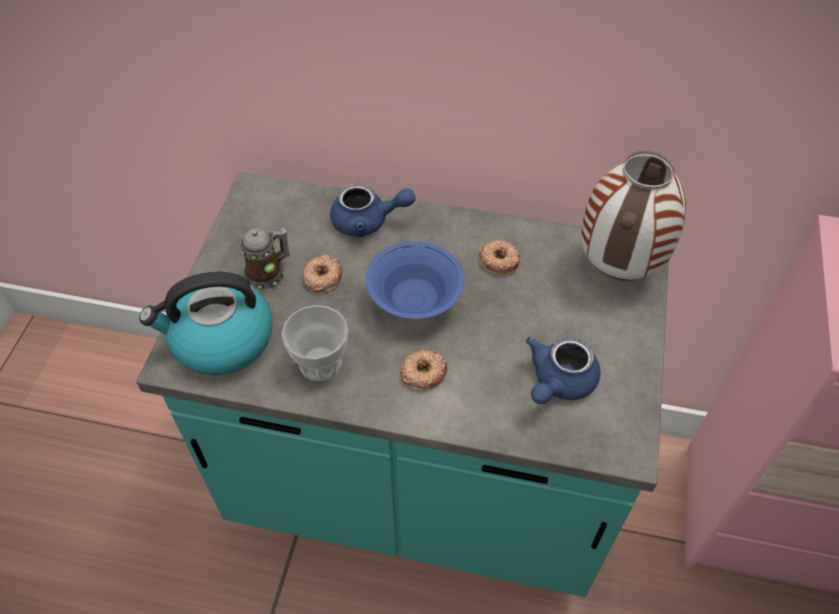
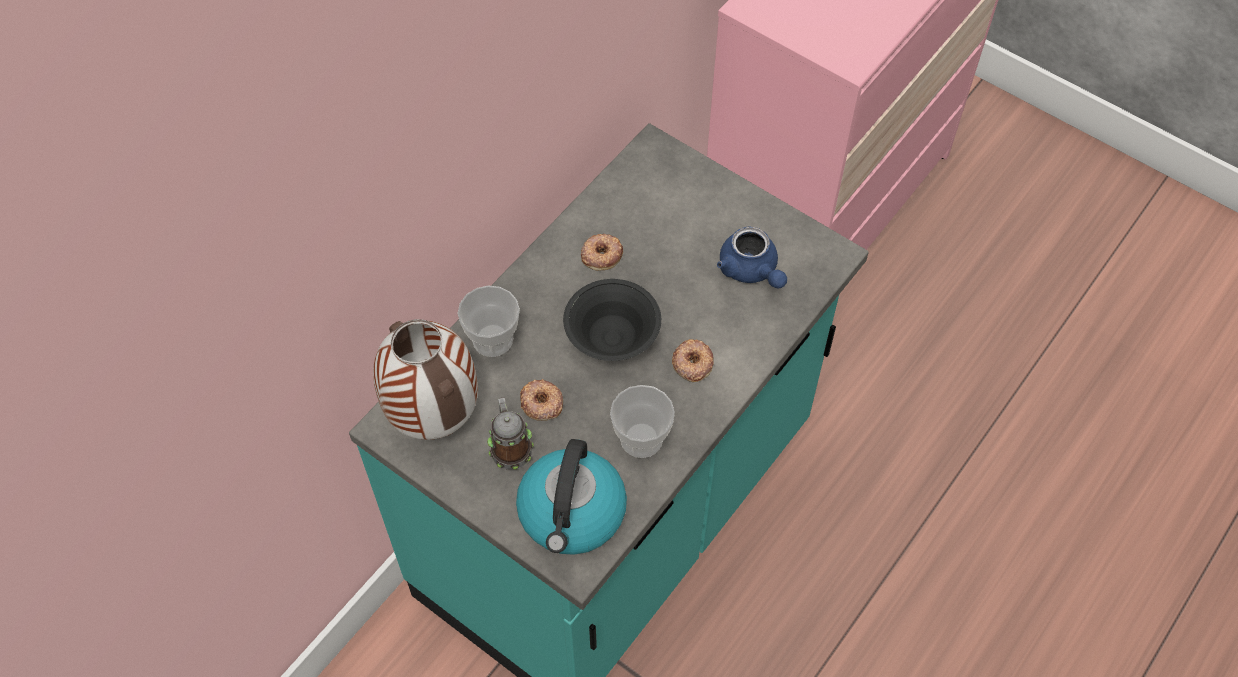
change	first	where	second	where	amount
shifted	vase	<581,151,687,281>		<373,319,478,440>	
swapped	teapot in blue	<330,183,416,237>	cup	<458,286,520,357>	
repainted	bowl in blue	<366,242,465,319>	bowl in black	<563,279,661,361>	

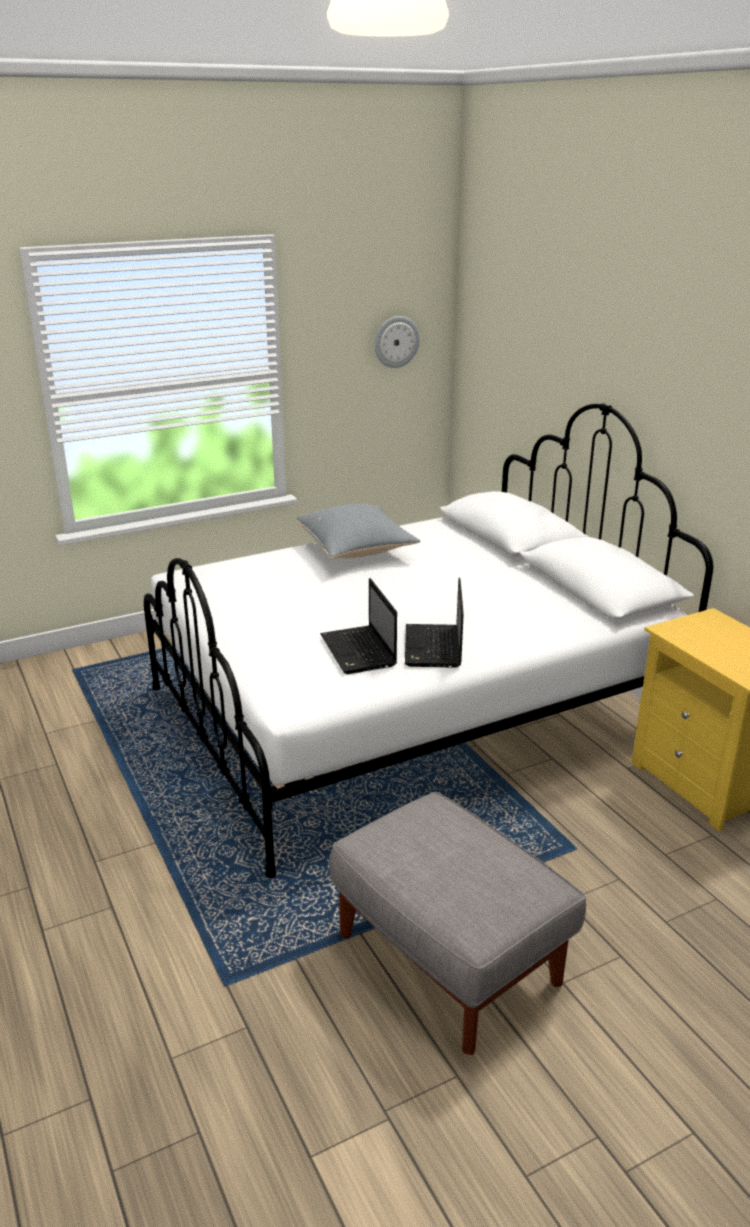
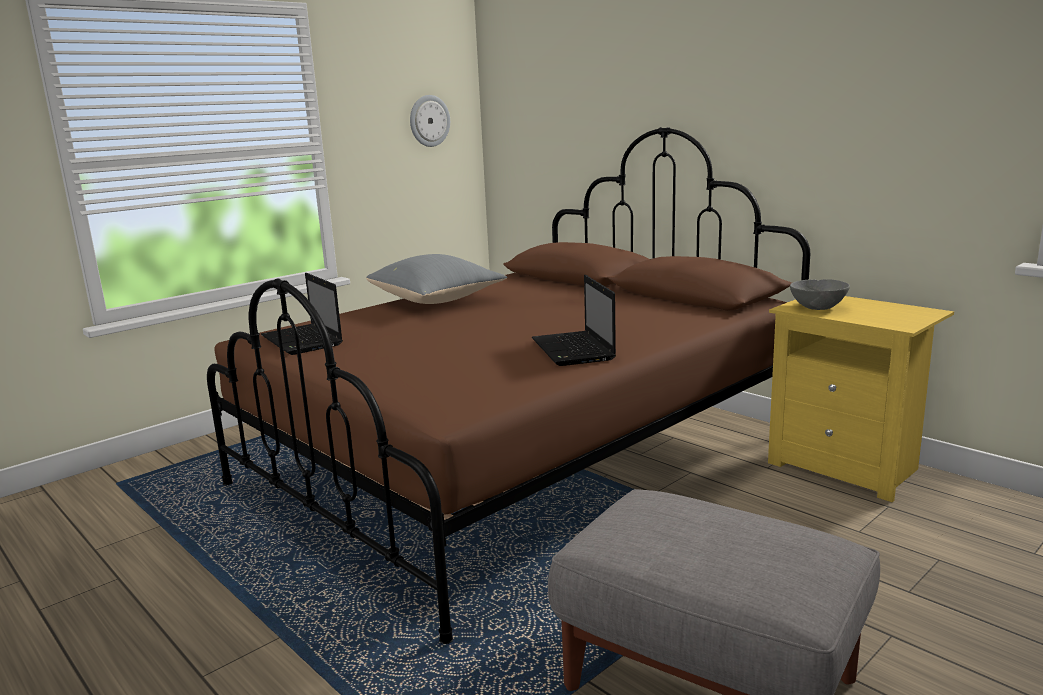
change	first	where	second	where	amount
new			bowl in grey	<790,279,850,310>	
shifted	laptop	<320,578,397,674>		<261,273,343,355>	
repainted	bed in white	<144,403,713,878>	bed in brown	<207,127,810,644>	

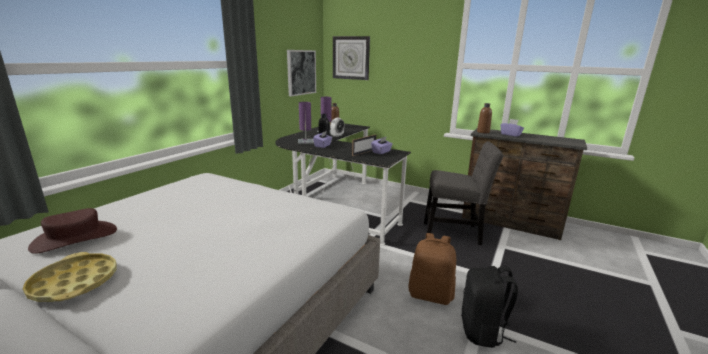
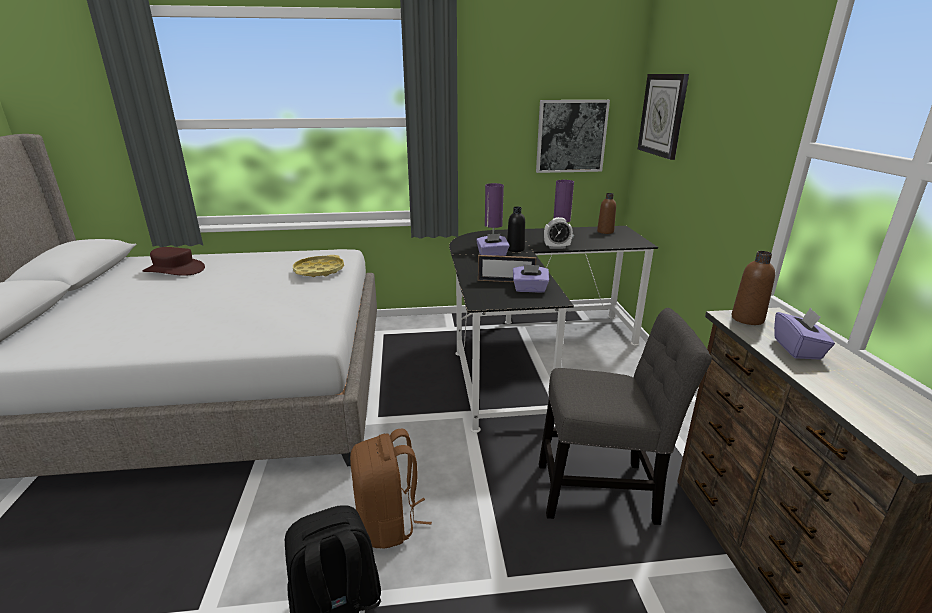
change	first	where	second	where	amount
shifted	tray in yellow	<23,252,117,302>		<293,255,344,277>	
rotated	chair in grey	<424,141,503,245>		<539,308,712,525>	60 degrees counterclockwise

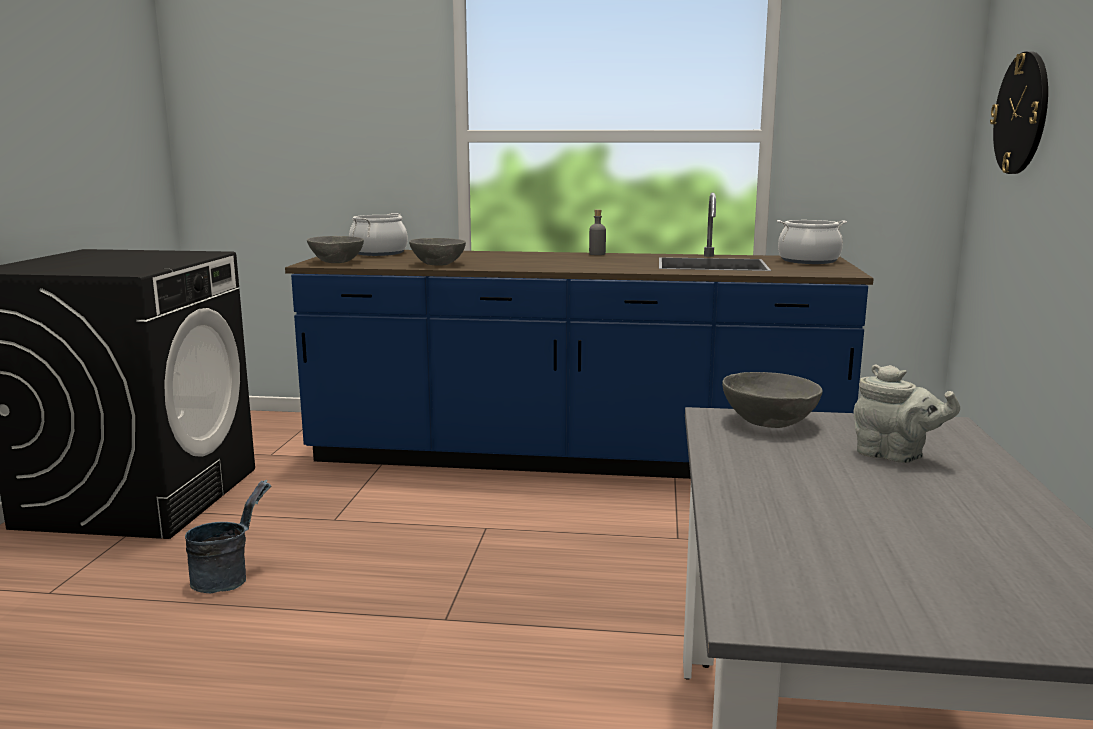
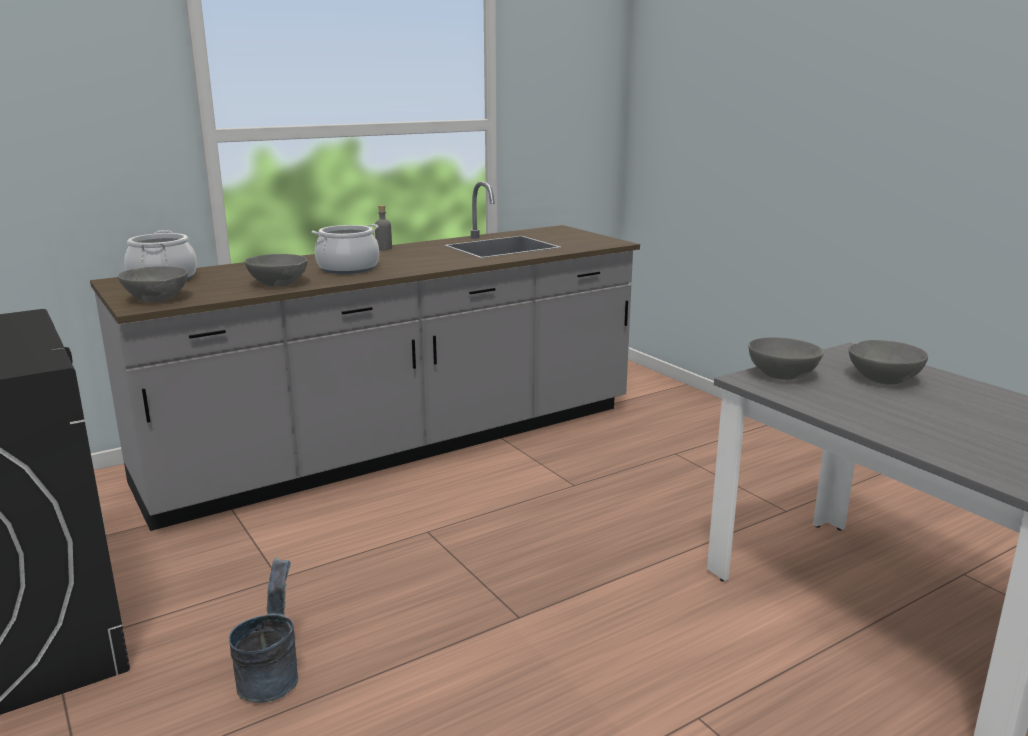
change	first	where	second	where	amount
gone	wall clock	<990,51,1048,174>			
shifted	cooking pot	<777,220,847,264>		<312,224,379,274>	
swapped	teapot in grey	<853,364,960,463>	bowl in grey	<848,340,928,385>	
repainted	counter in blue	<285,193,874,479>	counter in grey	<90,181,640,531>	

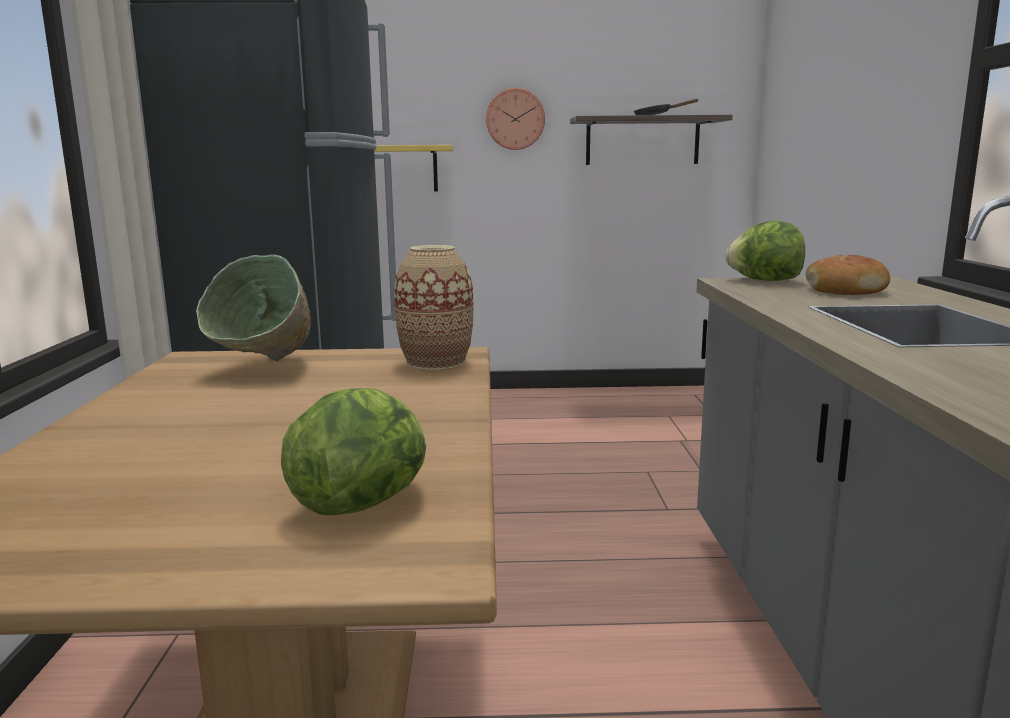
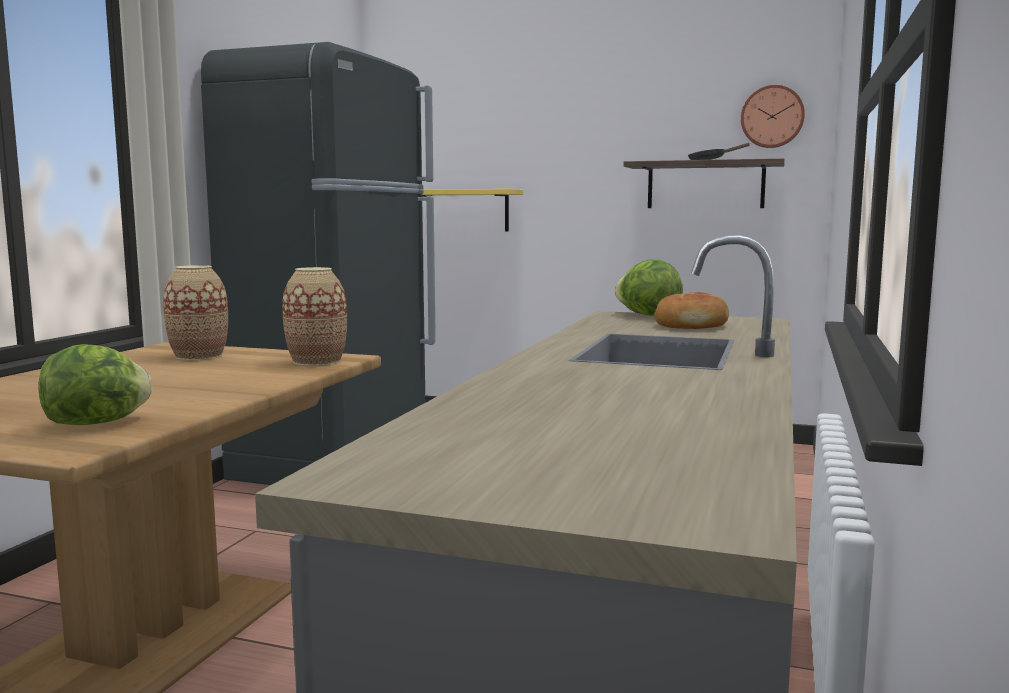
change	first	where	second	where	amount
shifted	wall clock	<486,88,545,150>		<741,85,805,148>	
swapped	bowl in green	<196,254,311,361>	vase	<163,265,228,360>	

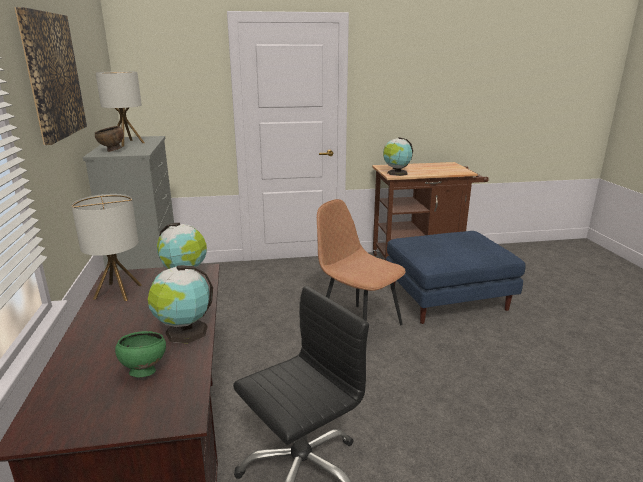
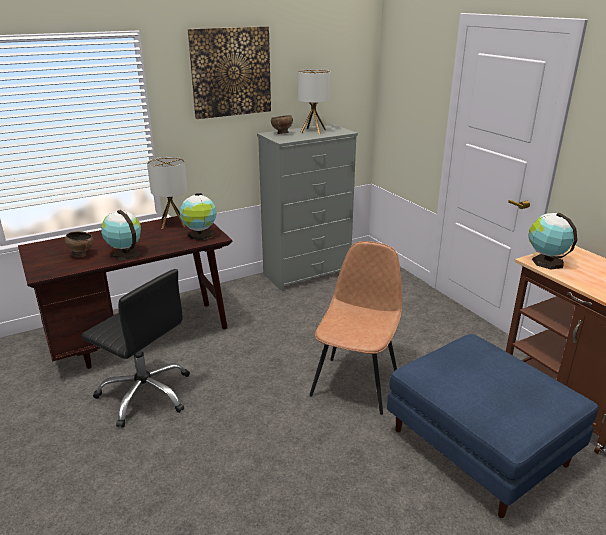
change	first	where	second	where	amount
repainted	bowl in green	<115,331,166,377>	bowl in brown	<65,231,94,257>	

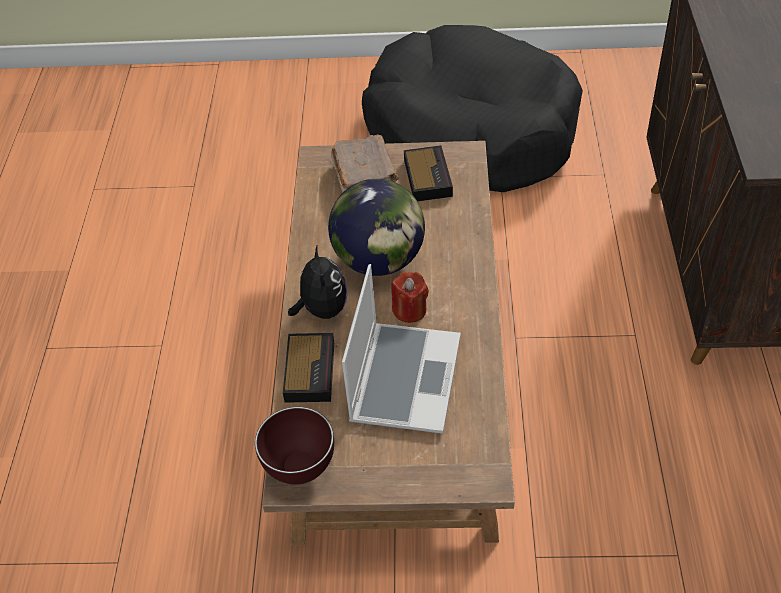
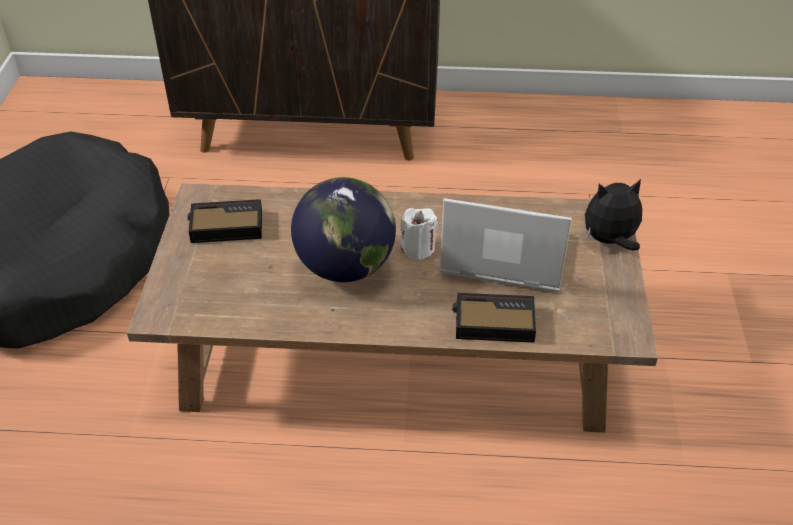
change	first	where	second	where	amount
gone	bowl in brown	<255,407,334,485>			
gone	book in brown	<331,134,399,193>			
shifted	plush toy	<288,246,347,319>		<585,179,642,251>	
repainted	candle in red	<391,272,429,323>	candle in white	<400,208,438,260>	

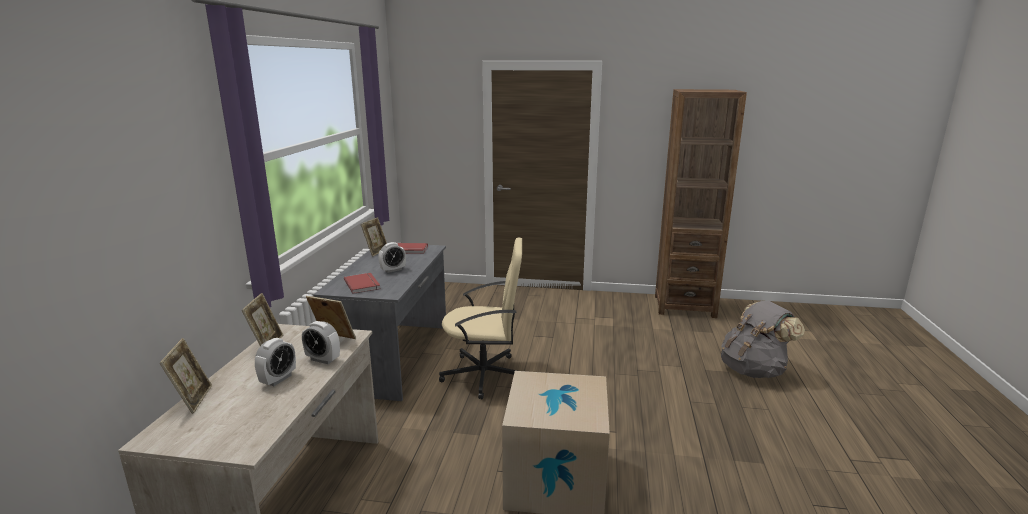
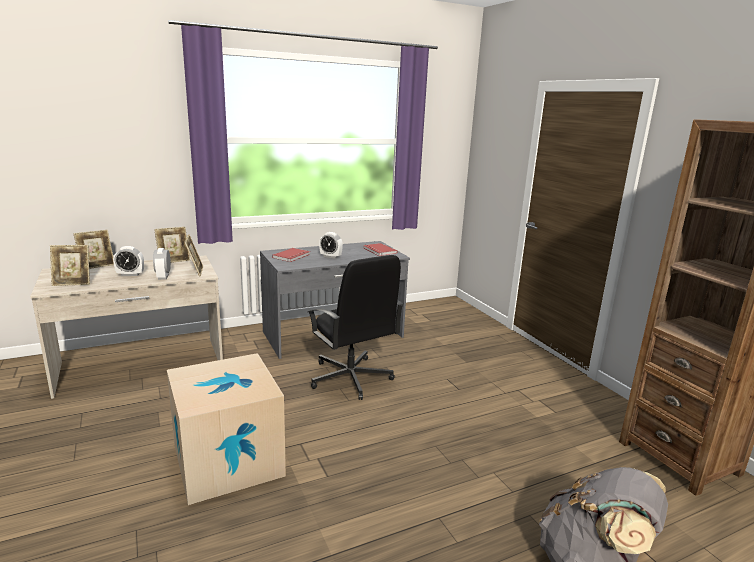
change	first	where	second	where	amount
shifted	picture frame	<361,217,387,257>		<50,245,90,286>	
repainted	office chair in beige	<439,238,522,399>	office chair in black	<308,255,404,400>	

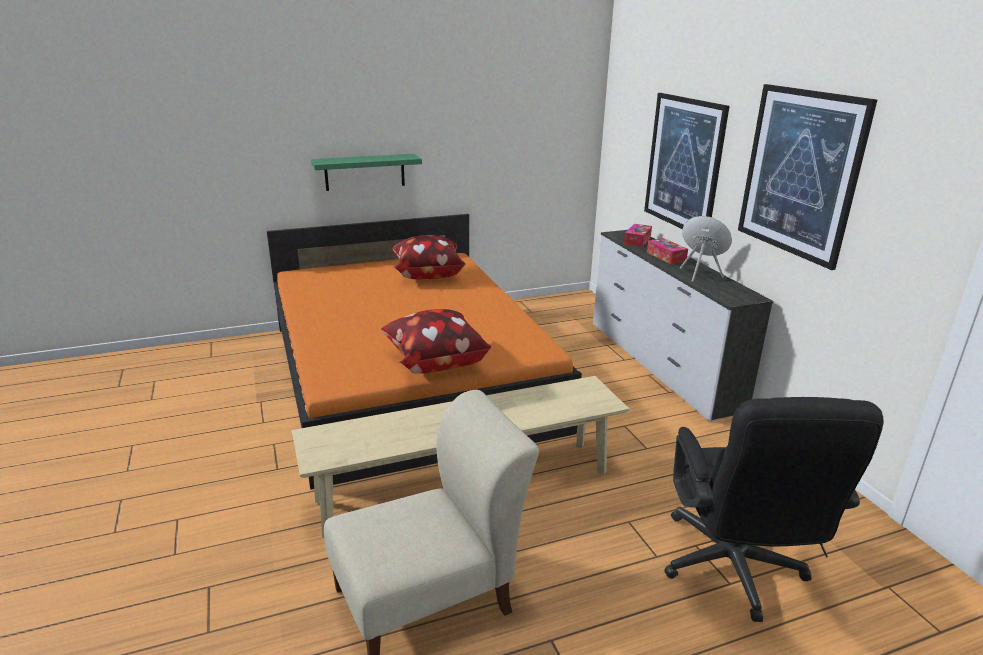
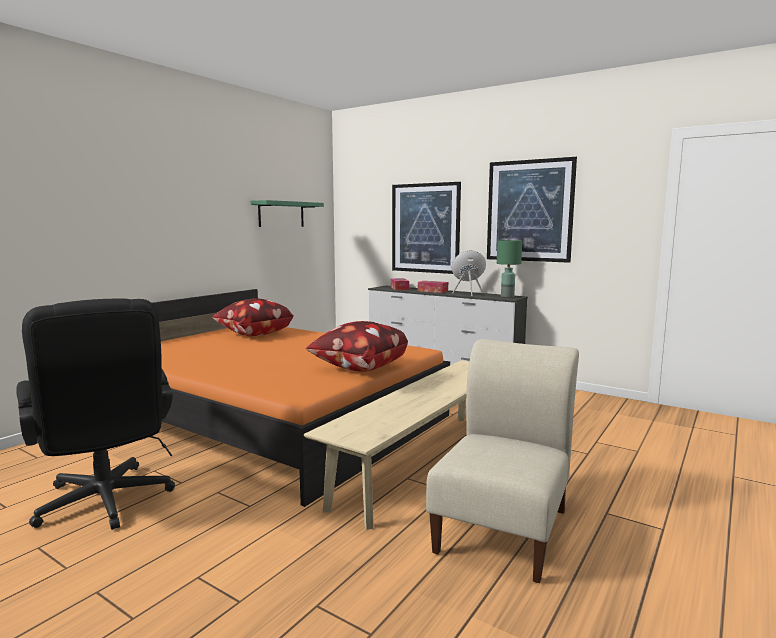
change	first	where	second	where	amount
new			table lamp in green	<497,240,522,298>	
shifted	shelf in green	<311,154,422,191>		<251,200,324,227>	
shifted	office chair in black	<664,397,884,622>		<16,298,175,530>	

